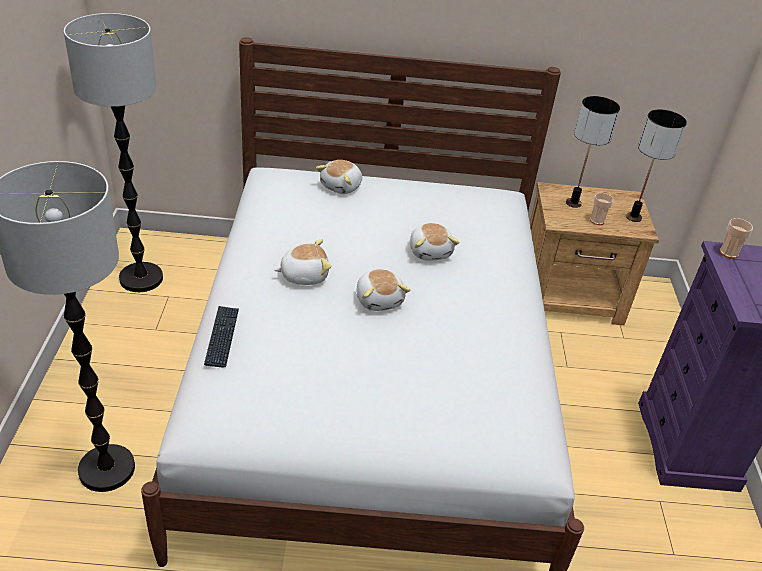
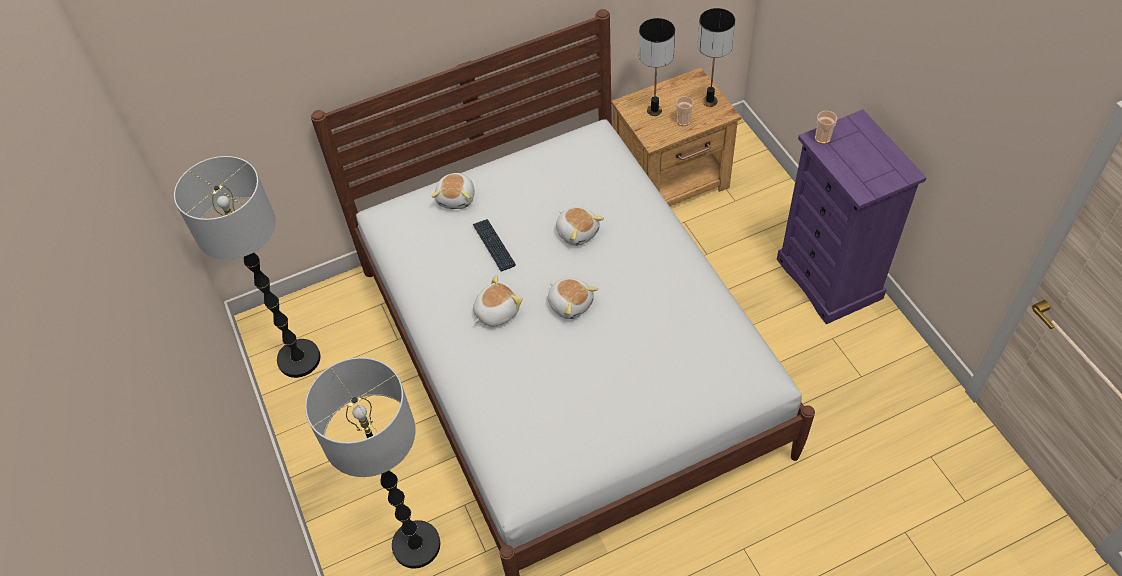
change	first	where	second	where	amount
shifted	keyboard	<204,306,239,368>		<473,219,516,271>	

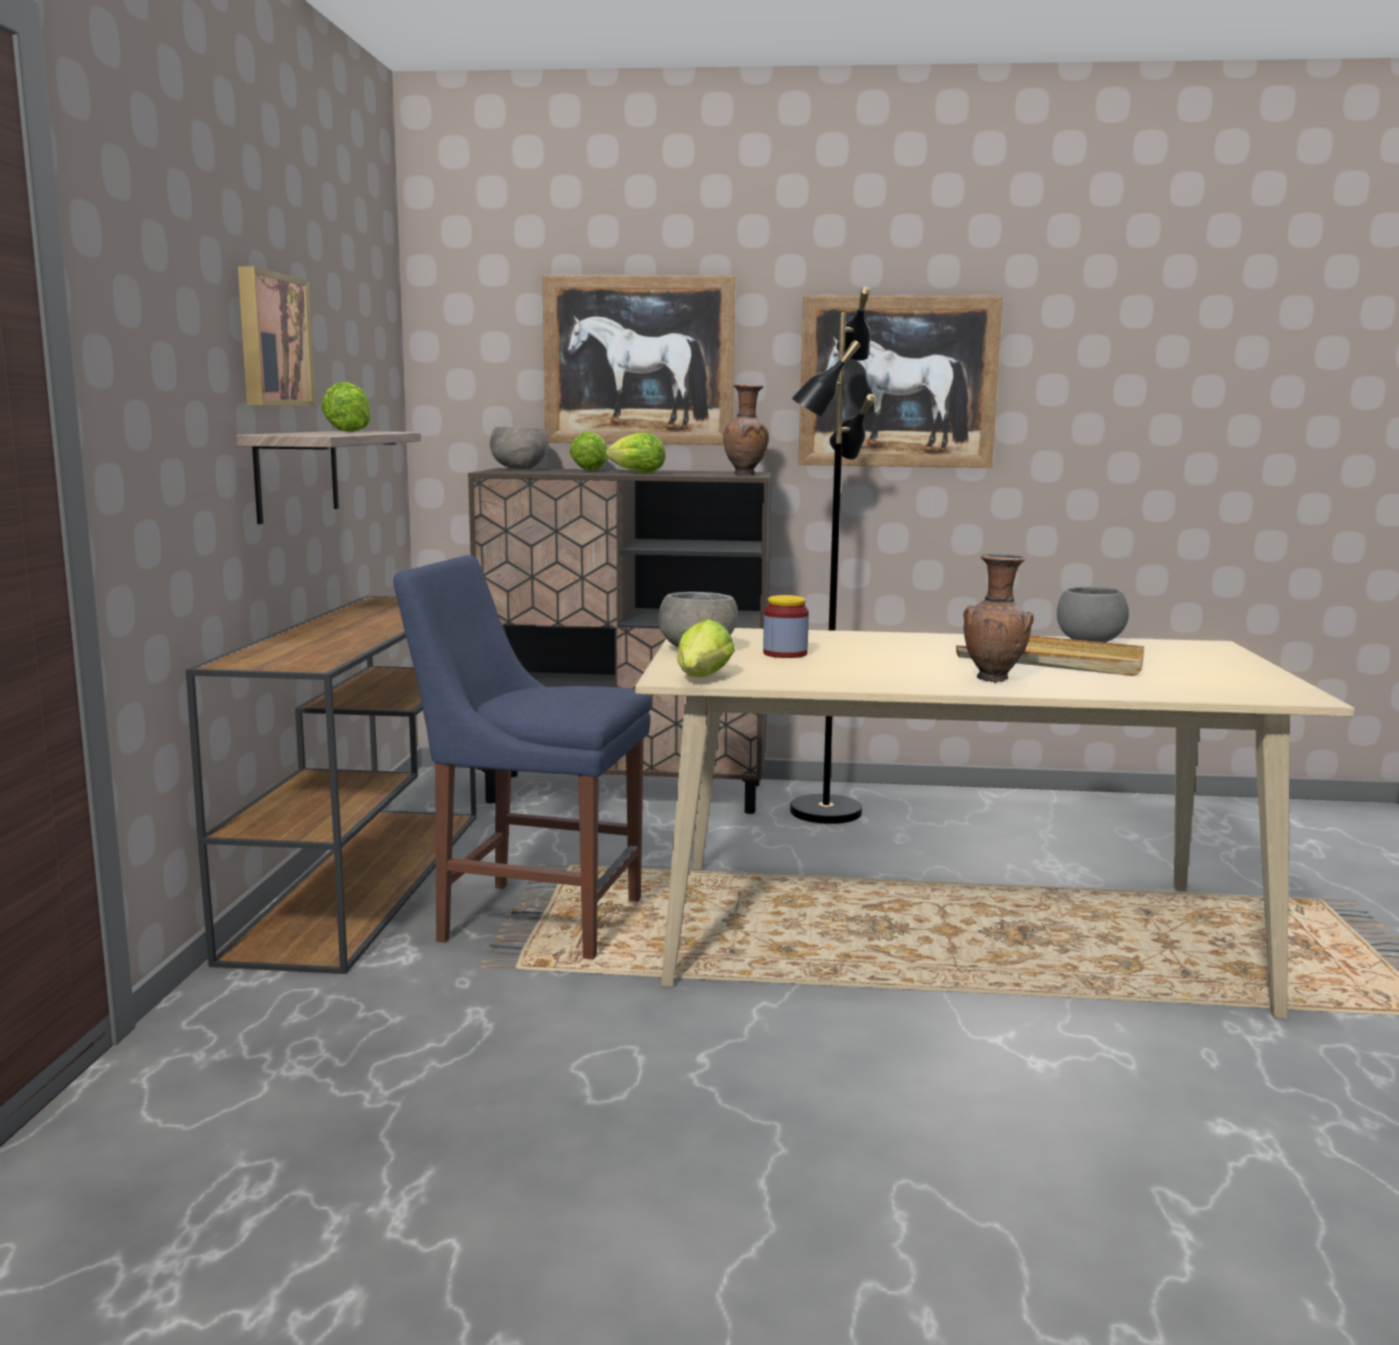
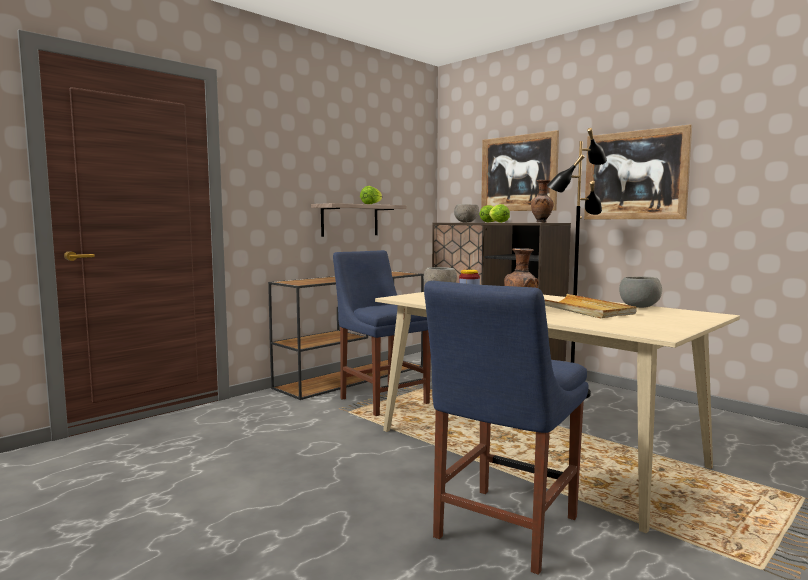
change	first	where	second	where	amount
gone	picture	<238,267,316,406>			
gone	lettuce	<678,619,735,677>			
new			chair in blue	<424,281,589,575>	

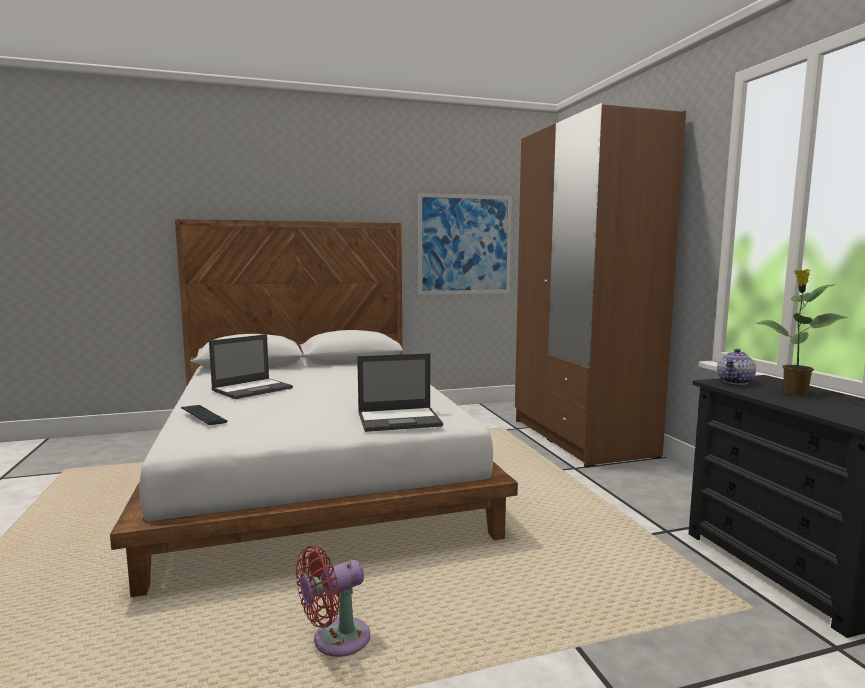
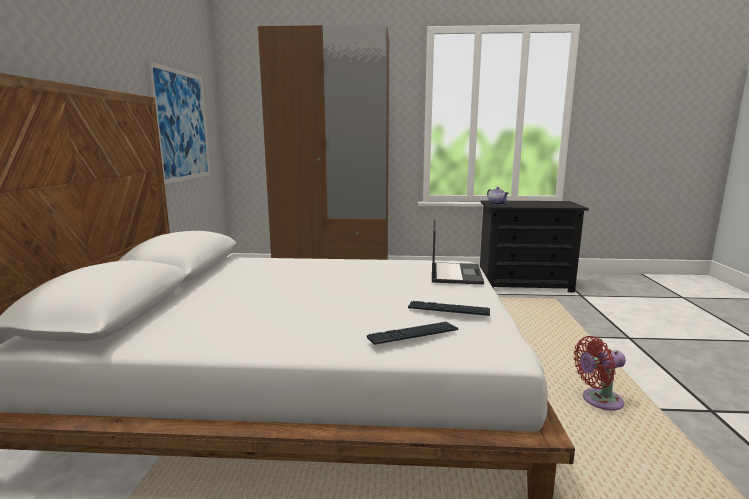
change	first	where	second	where	amount
gone	laptop	<209,334,293,399>			
gone	potted plant	<756,269,848,396>			
new			keyboard	<408,301,490,316>	
rotated	fan in red	<296,546,370,657>		<574,336,626,411>	90 degrees clockwise

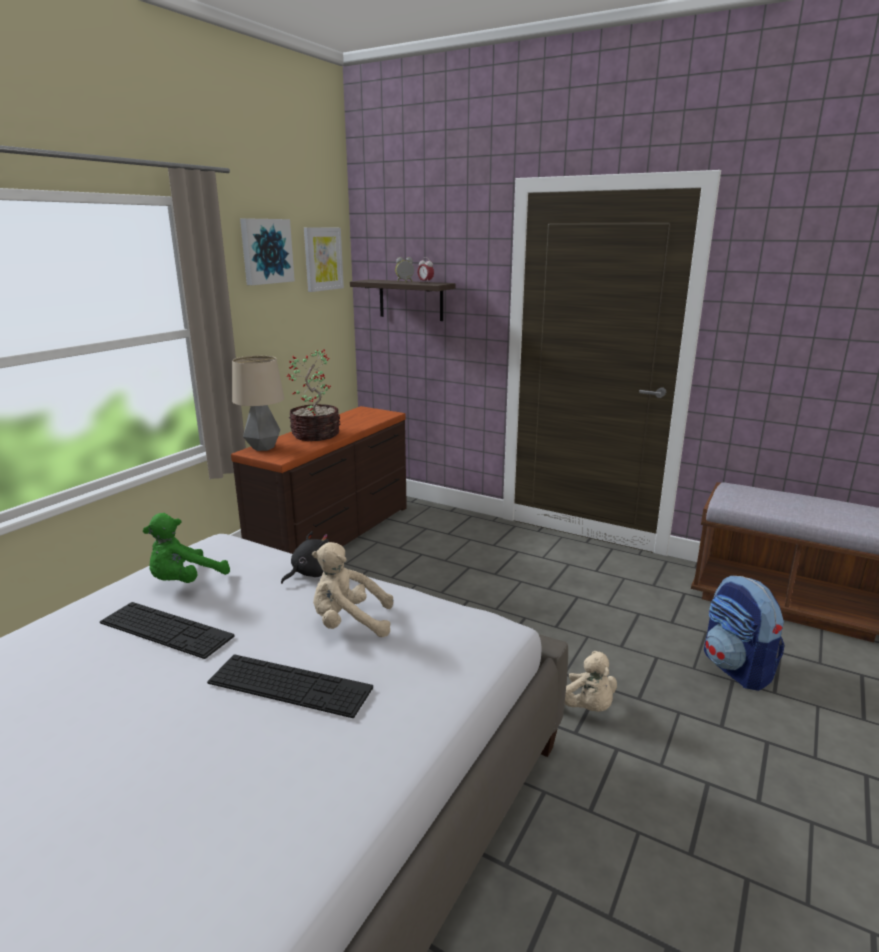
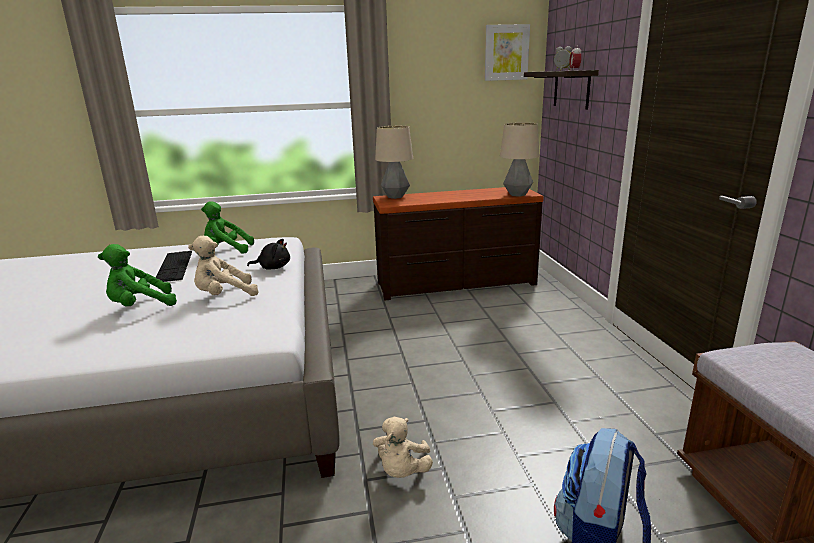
change	first	where	second	where	amount
gone	picture	<240,218,295,285>			
gone	potted plant	<286,349,340,441>			
new			table lamp	<500,122,539,197>	
swapped	keyboard	<207,654,373,718>	plush toy in green	<98,244,177,307>	
rotated	plush toy in beige	<312,542,393,637>		<188,236,258,296>	75 degrees counterclockwise

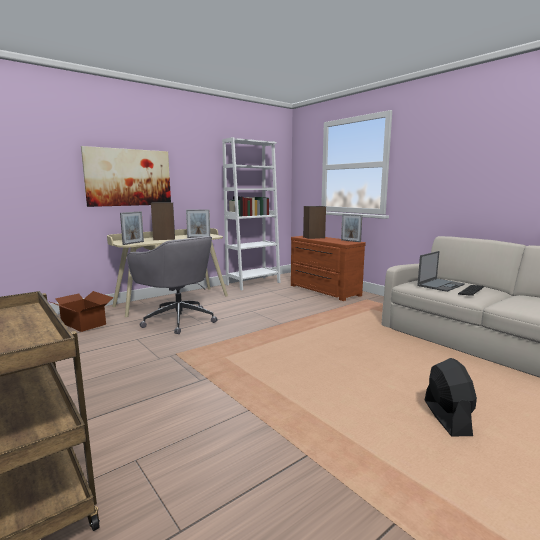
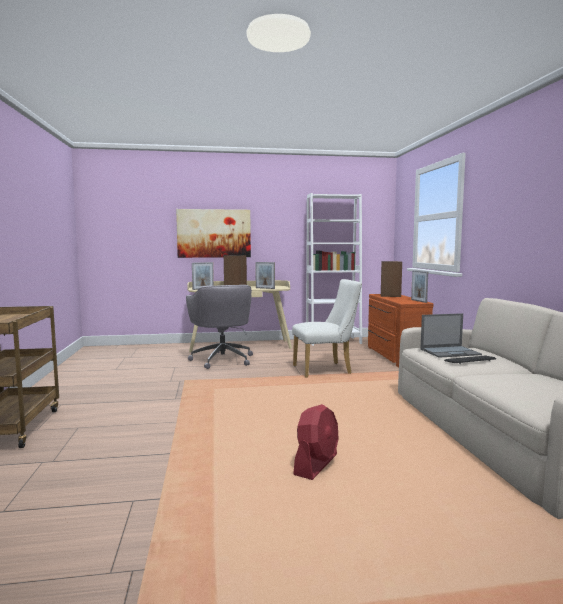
change	first	where	second	where	amount
gone	cardboard box	<48,291,114,332>			
new			chair in white	<292,279,362,378>	
repainted	fan in black	<425,358,477,436>	fan in red	<293,404,339,480>	

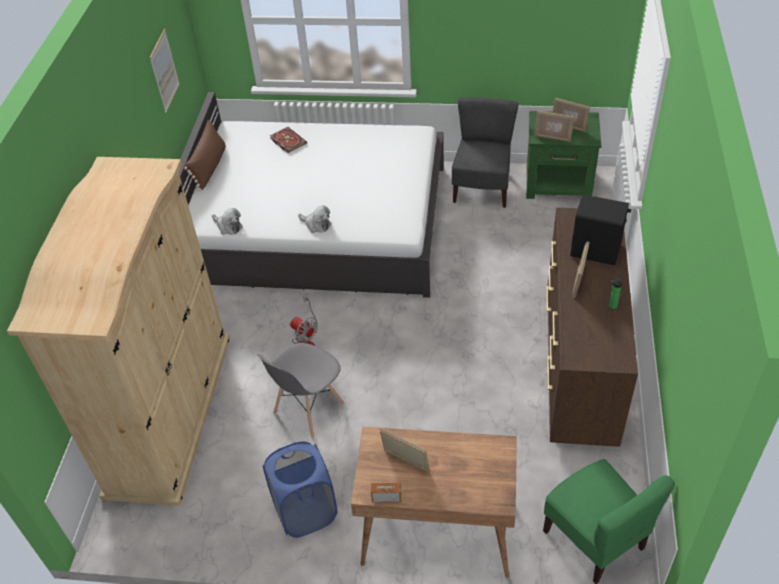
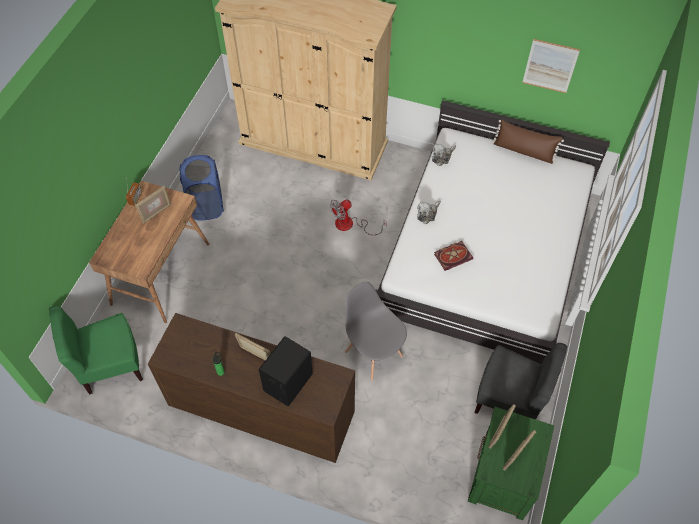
change	first	where	second	where	amount
shifted	chair in grey	<257,343,345,438>		<345,282,407,381>	
shifted	book	<270,127,307,153>		<434,241,473,271>	

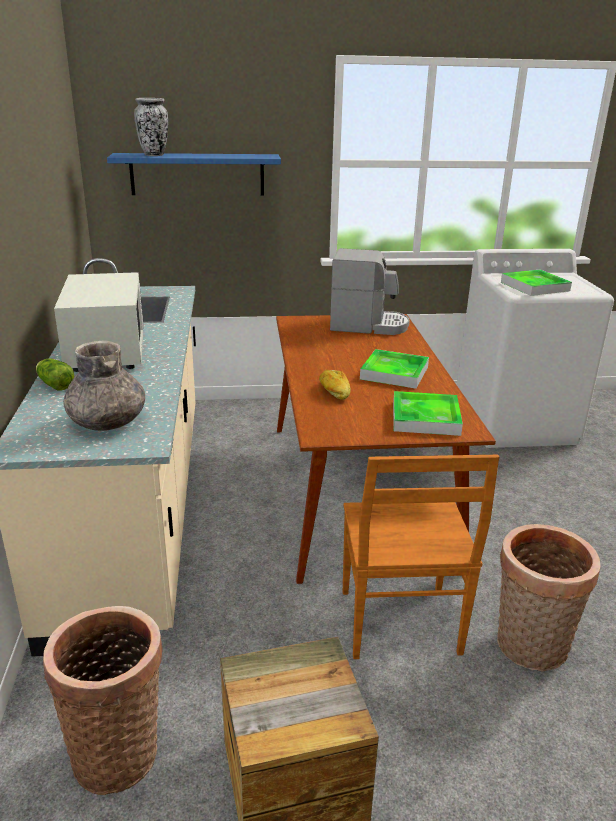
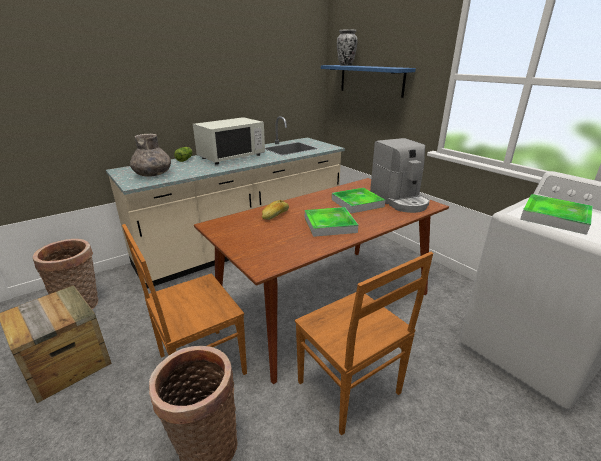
change	first	where	second	where	amount
new			chair in brown	<295,252,433,435>	
shifted	tray	<393,391,463,436>		<332,188,385,214>	

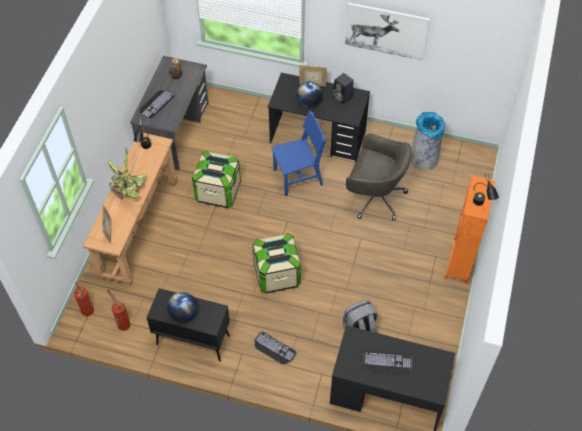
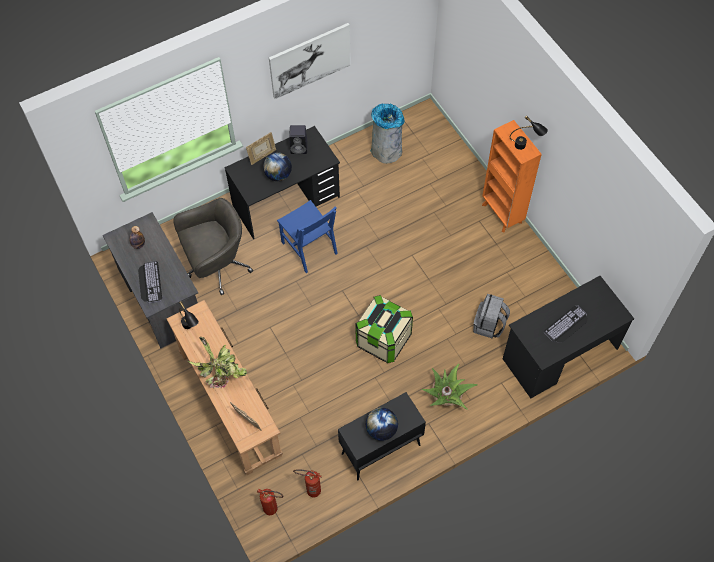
change	first	where	second	where	amount
gone	storage box	<192,151,241,208>			
shifted	office chair in grey	<346,133,412,220>		<173,198,253,295>	
swapped	keyboard	<254,331,297,364>	potted plant	<422,364,477,409>	
rotated	chair in blue	<271,110,326,196>		<277,200,338,273>	120 degrees clockwise

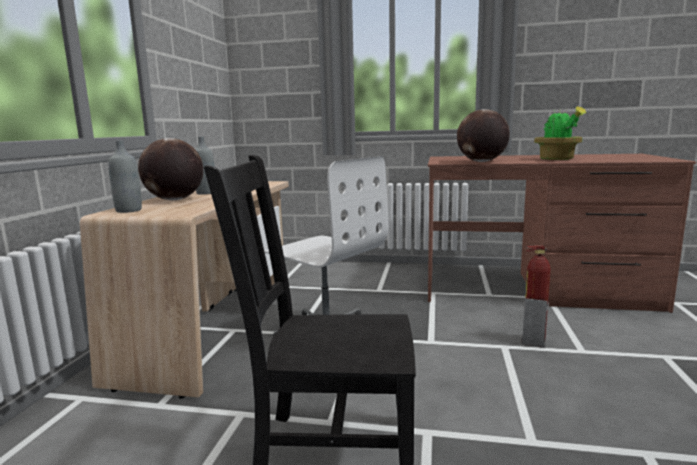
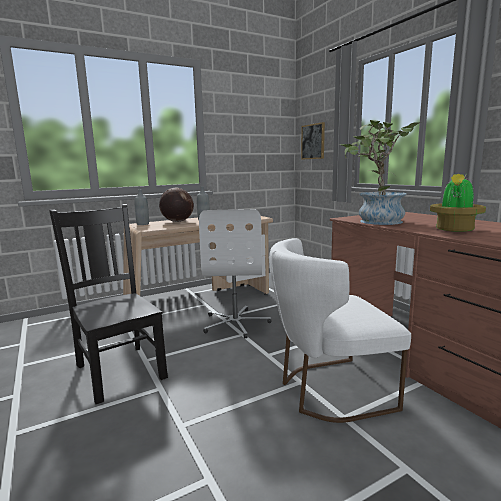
change	first	where	second	where	amount
new			picture	<301,122,325,160>	
swapped	globe	<457,109,510,162>	potted plant	<340,120,421,225>	
swapped	fire extinguisher	<521,245,551,348>	chair in white	<269,238,411,423>	

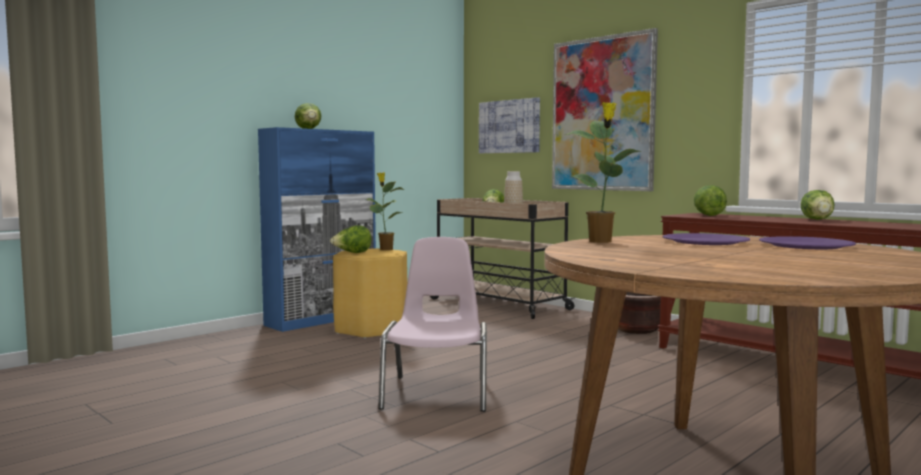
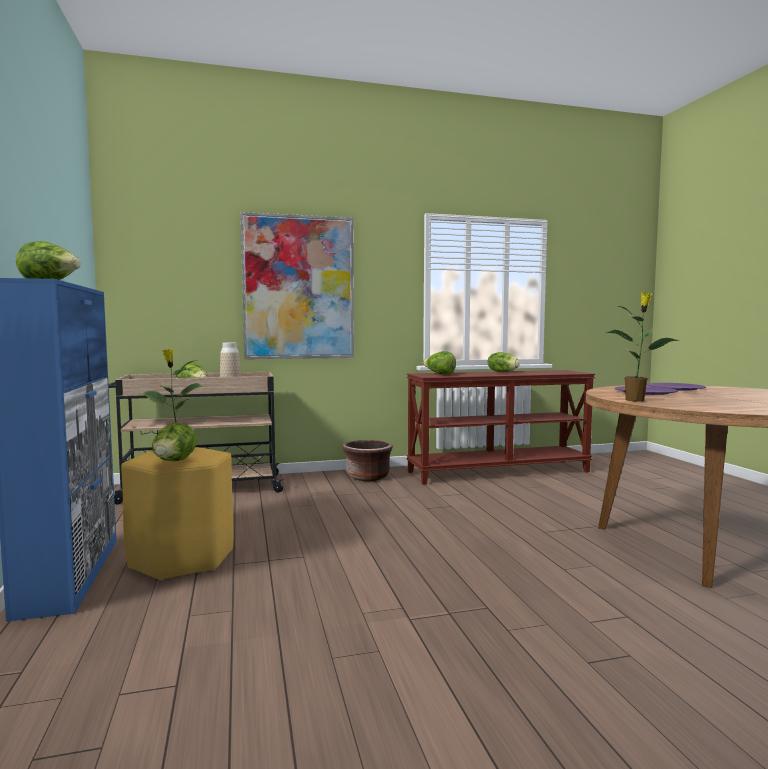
change	first	where	second	where	amount
gone	chair in pink	<378,237,487,412>			
gone	picture	<479,97,540,153>			

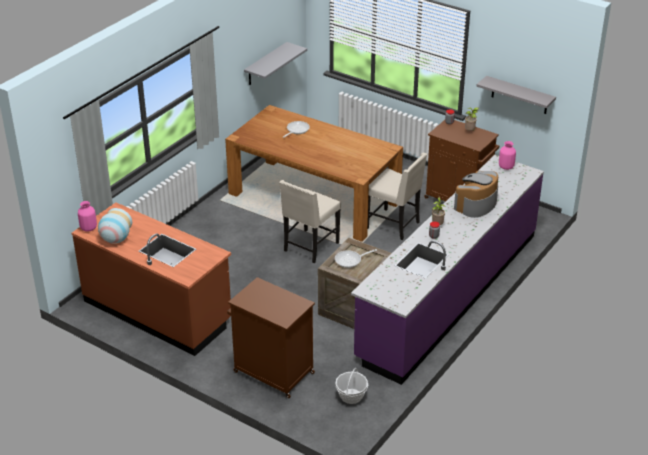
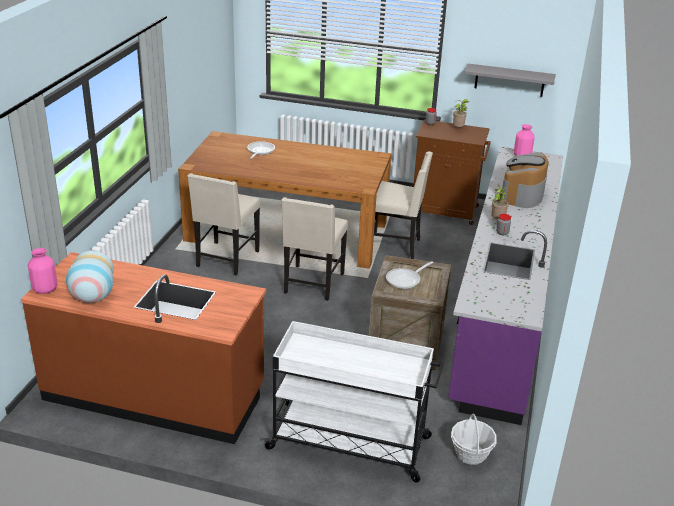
change	first	where	second	where	amount
gone	shelf in grey	<244,42,307,85>			
new			chair in beige	<188,173,260,275>	
swapped	cabinet in brown	<227,277,315,398>	cart in white	<263,321,443,483>	

